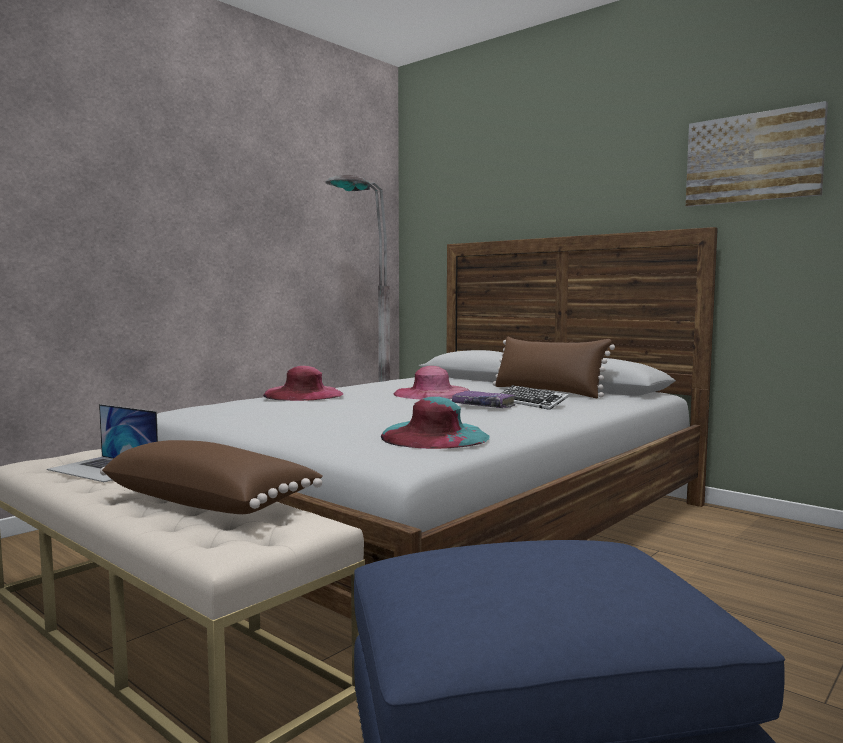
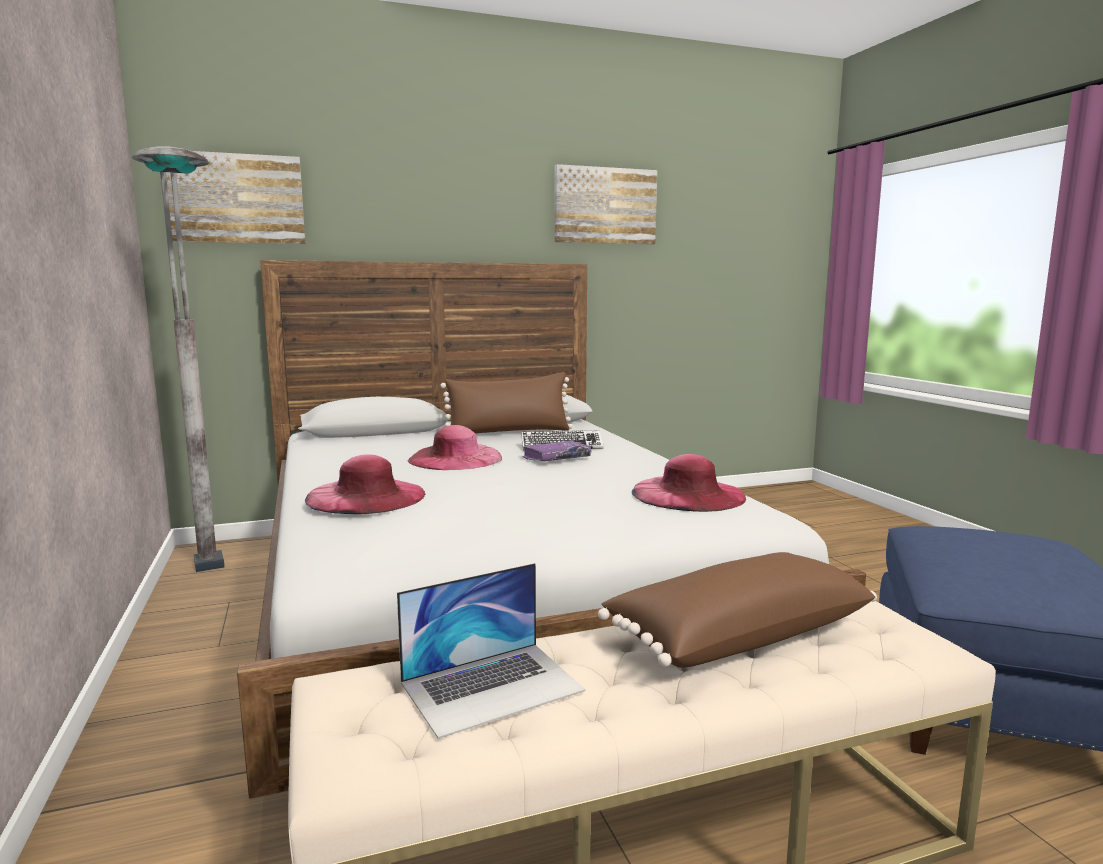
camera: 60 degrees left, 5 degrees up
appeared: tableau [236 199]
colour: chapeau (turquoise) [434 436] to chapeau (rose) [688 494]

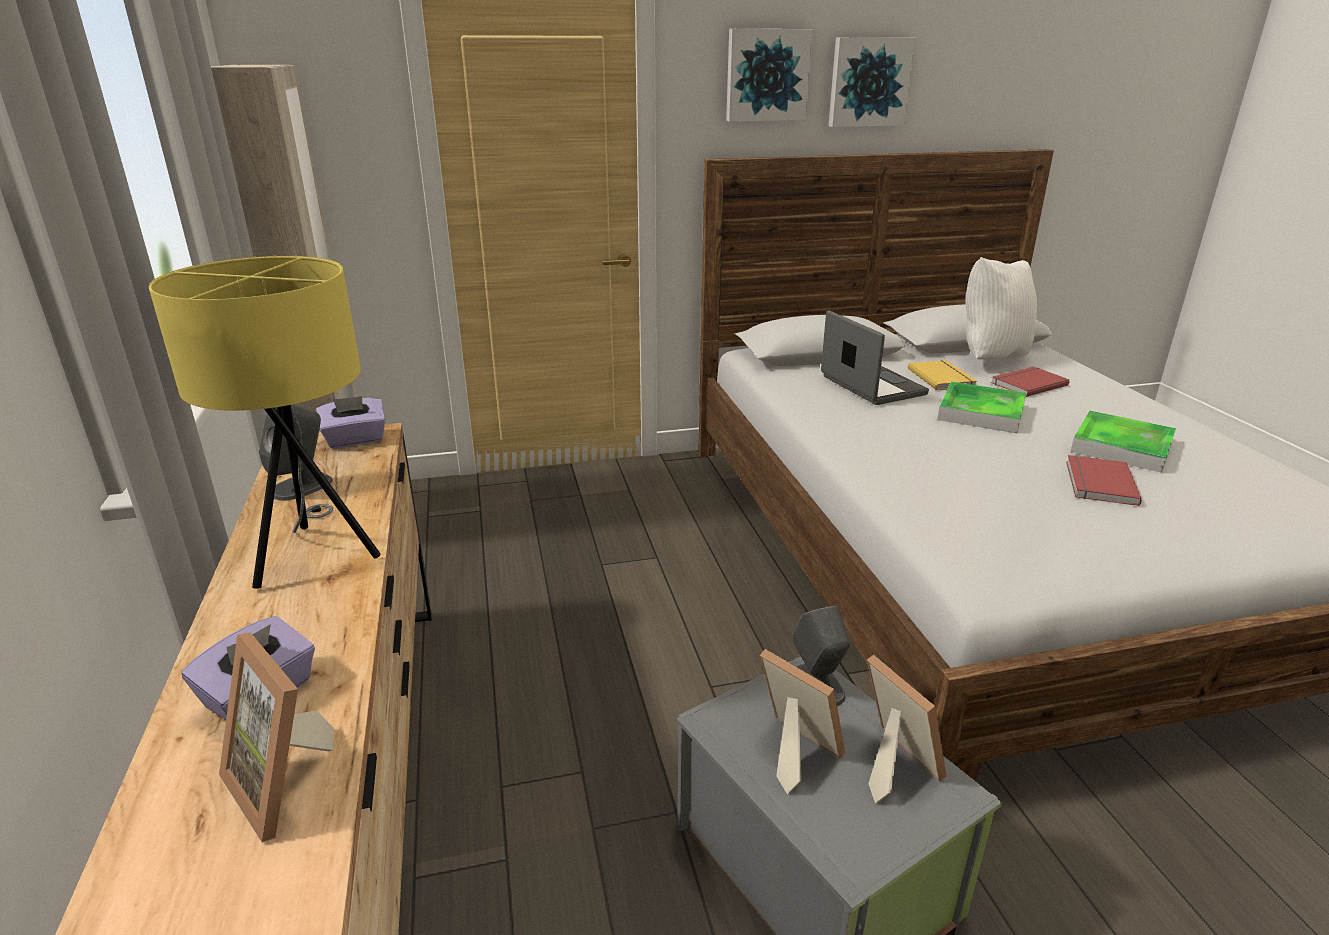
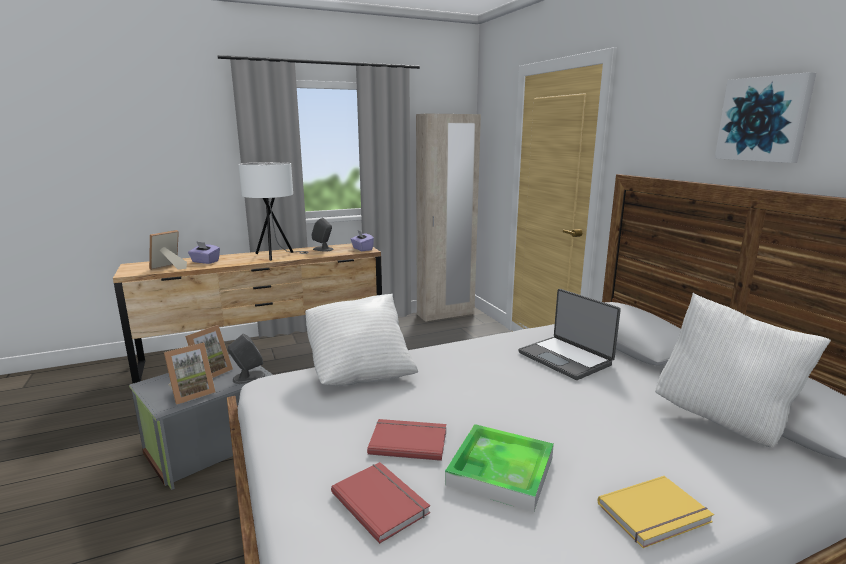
camera: 80 degrees right, 10 degrees down
missing: tableau [766 75]; plateau [981 412]
appeared: coussin (blanc) [360 371]
relocated: livre (jaune) [942 377] to [656 515]; livre (rouge) [1027 383] to [381 501]
colour: lampe de table (jaune) [315 554] to lampe de table (blanc) [275 256]
spun: ordinateur portable [871 386] = [566 358] 90 degrees clockwise

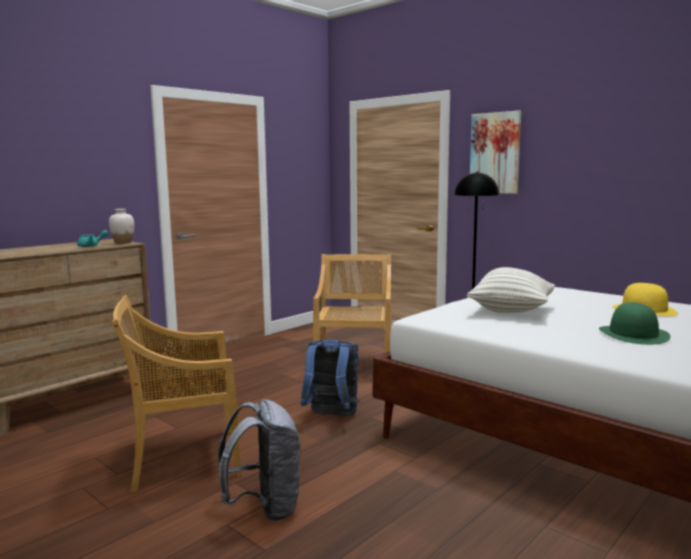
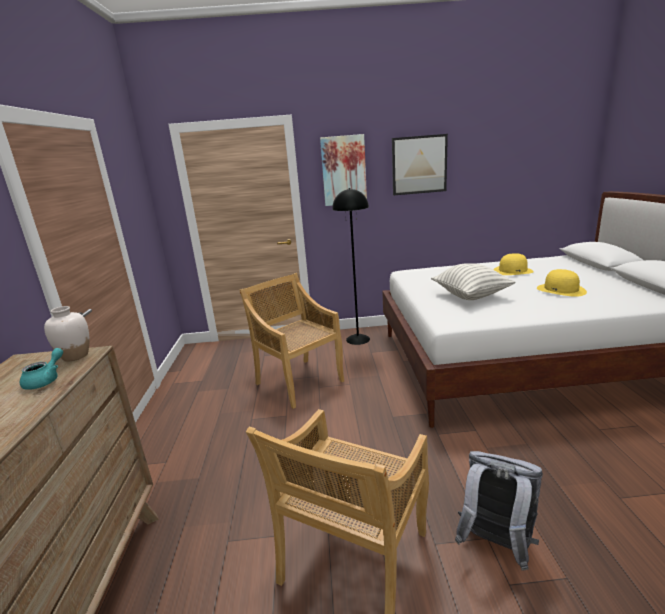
camera: 45 degrees left, 10 degrees up
missing: sac à dos (bleu) [331 416]
appeared: tableau [419 165]
colour: chapeau (vert) [633 334] to chapeau (jaune) [561 290]

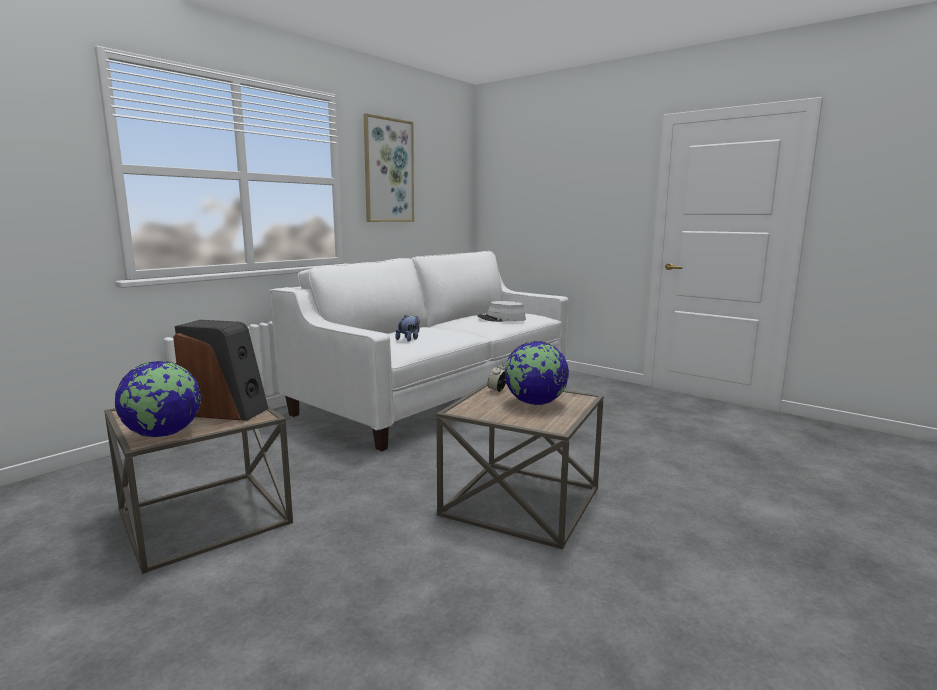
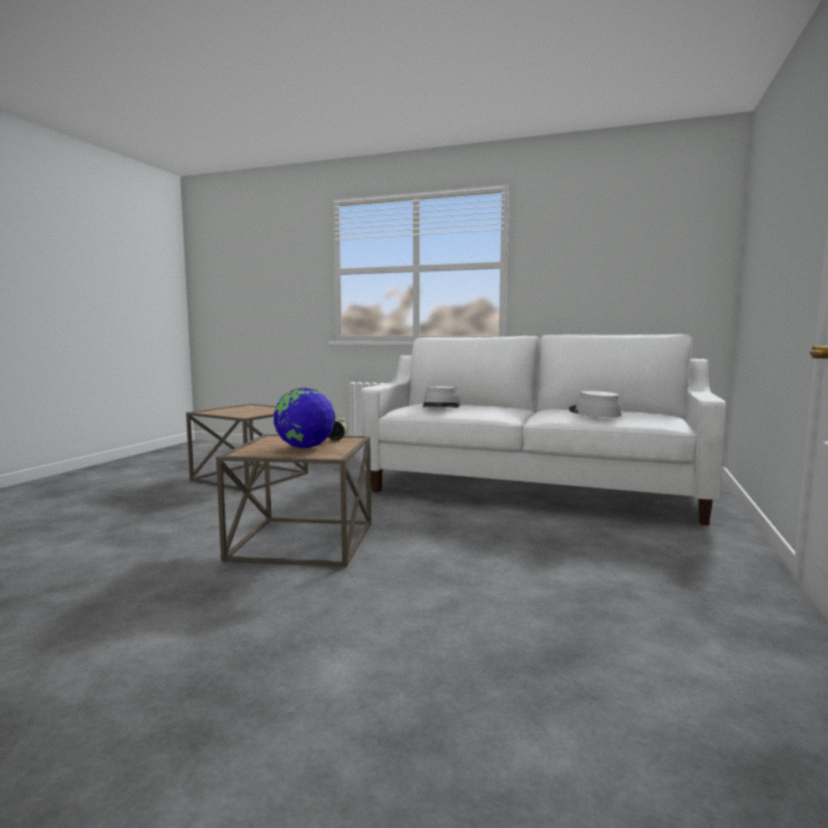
camera: 70 degrees right, 5 degrees down
missing: globe [163 434]; enceinte [226 411]; tableau [388 171]
exchanged: peluche [409 339] to chapeau (gris) [441 406]

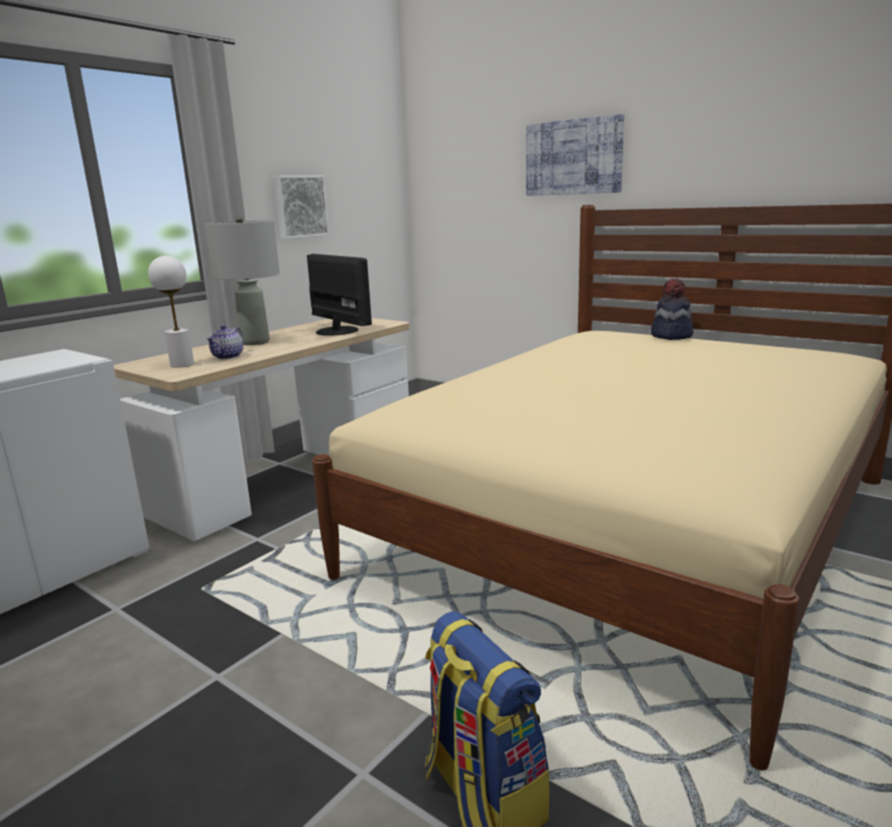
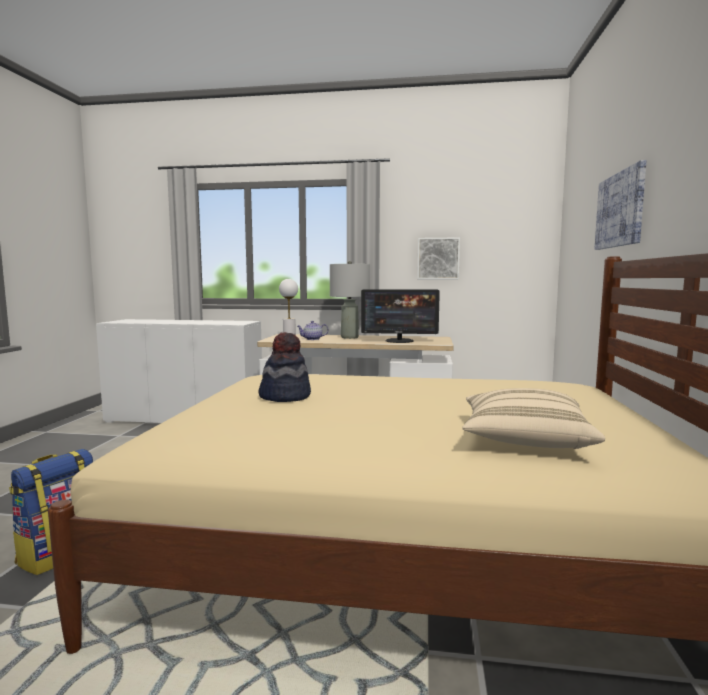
camera: 60 degrees right, 10 degrees down
appeared: coussin (beige) [524 440]
relocated: chapeau [670 336] to [285 396]
spun: écran d'ordinateur [338 331] = [399 341] 75 degrees clockwise

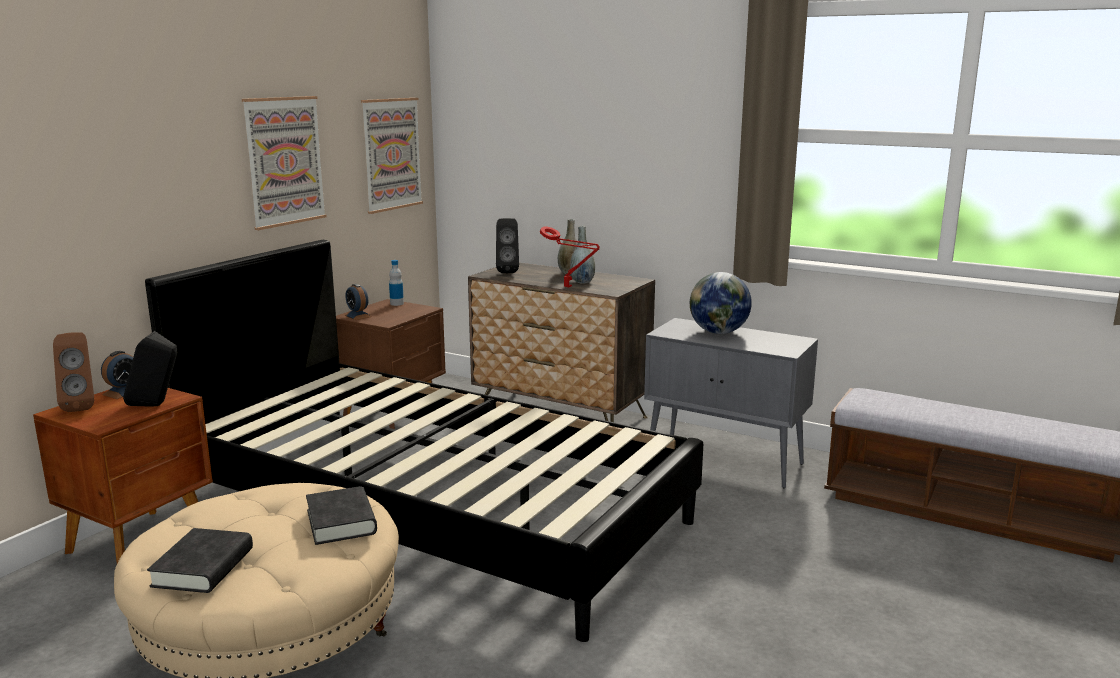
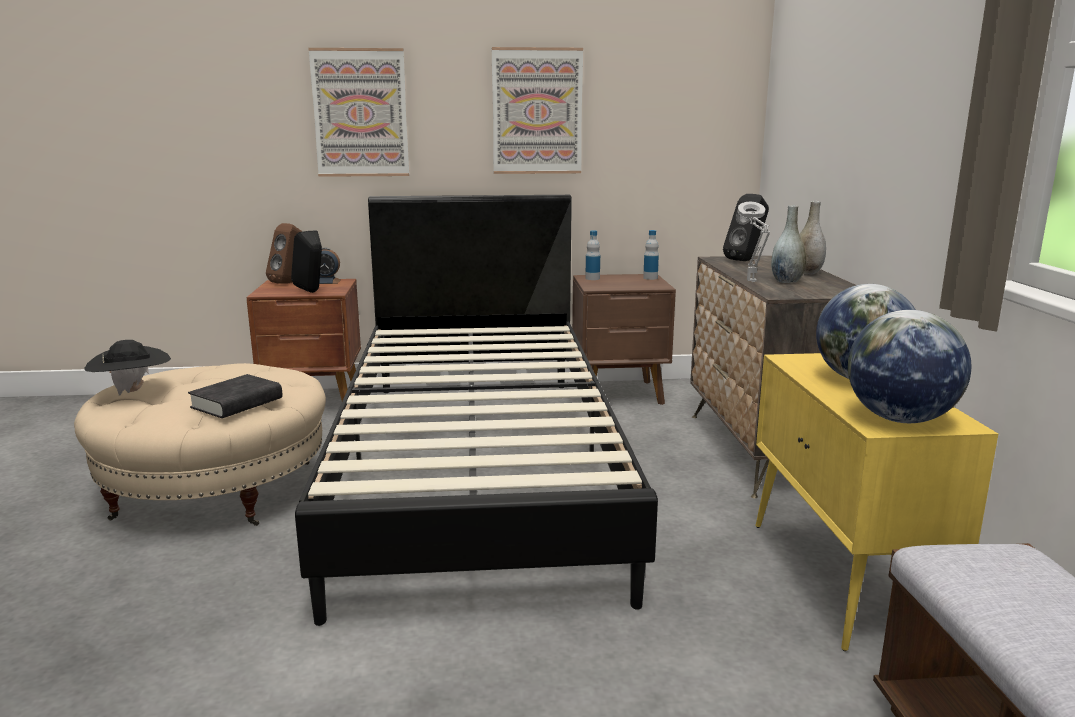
camera: 55 degrees right, 0 degrees up
appeared: globe [899 419]
relocated: tableau [391 154] to [360 113]
exchanged: livre (noir) [203 568] to chapeau (noir) [133 392]; réveil [358 316] to bouteille [592 278]
colour: lampe de table (rouge) [569 287] to lampe de table (gris) [752 282]; meuble de rangement (gris) [725 460] to meuble de rangement (jaune) [842 579]

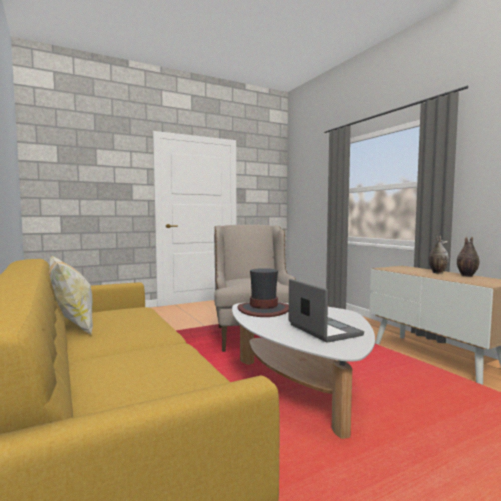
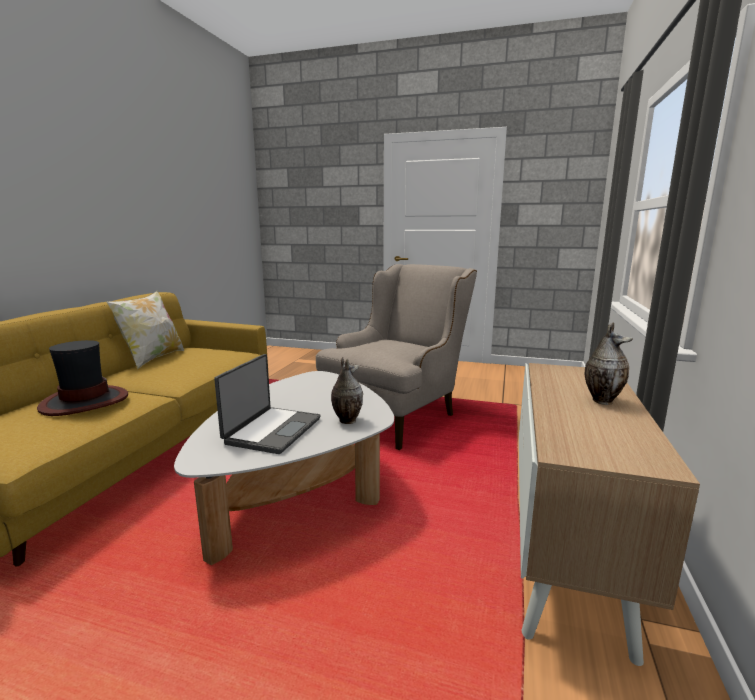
camera: 45 degrees right, 10 degrees up
relocated: chapeau [263 310] to [84 401]; vase [466 276] to [346 420]

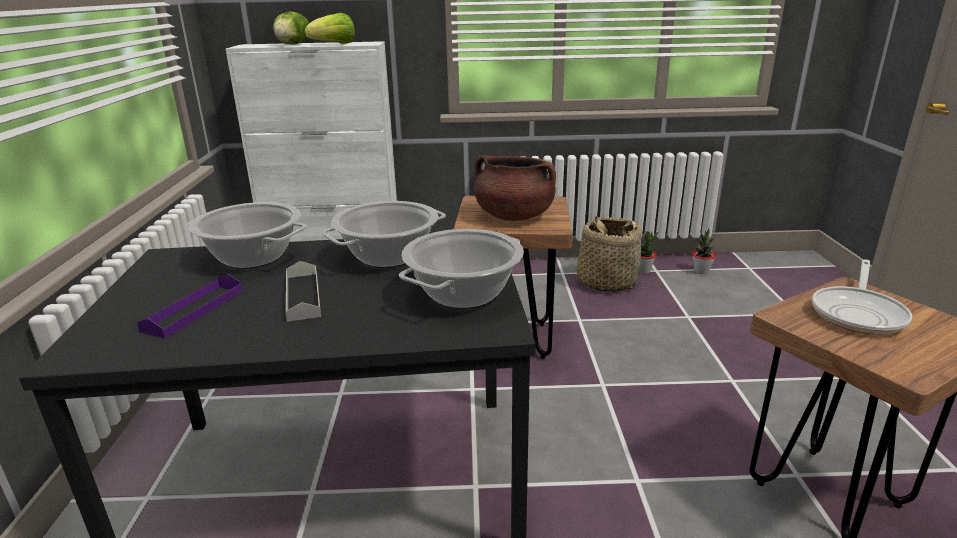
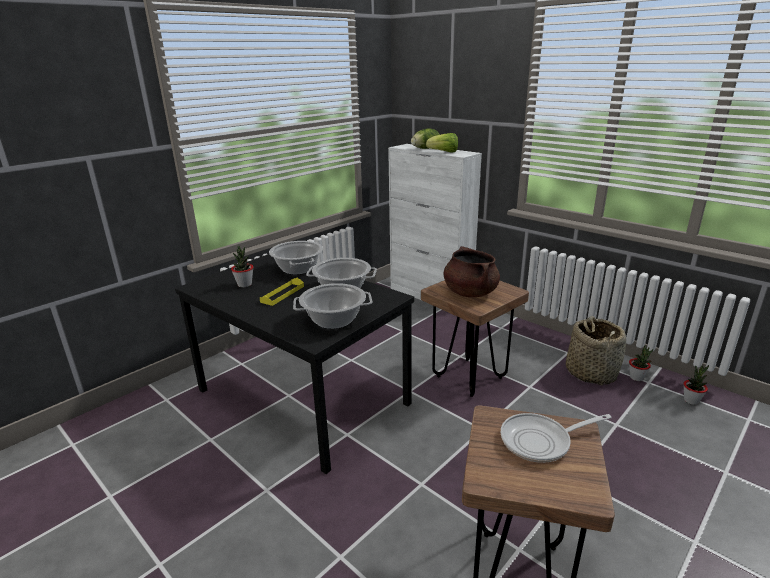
camera: 45 degrees right, 0 degrees up
exchanged: plateau (violet) [194 310] to plante en pot [244 284]
colour: plateau (gris) [303 296] to plateau (jaune) [282 294]

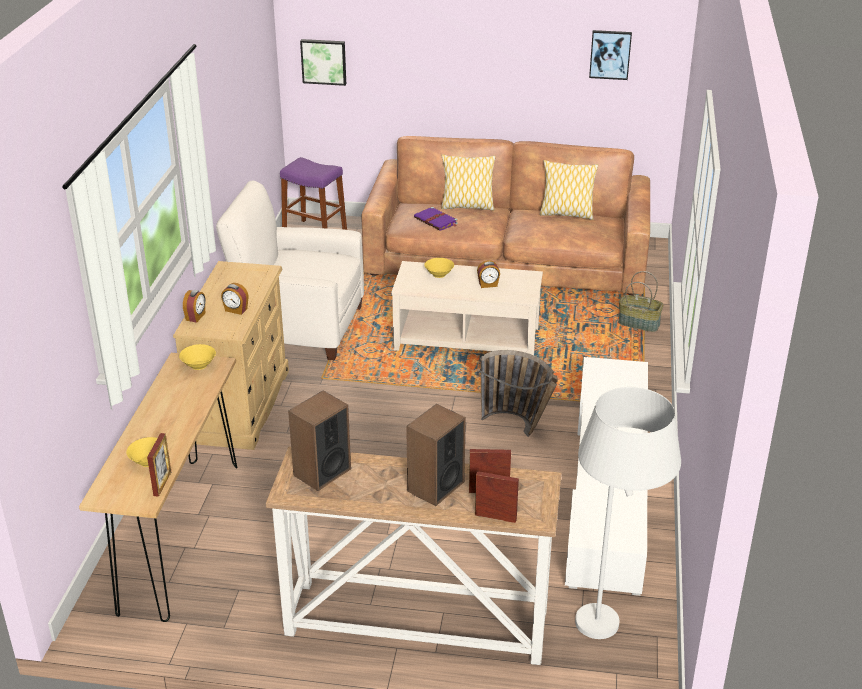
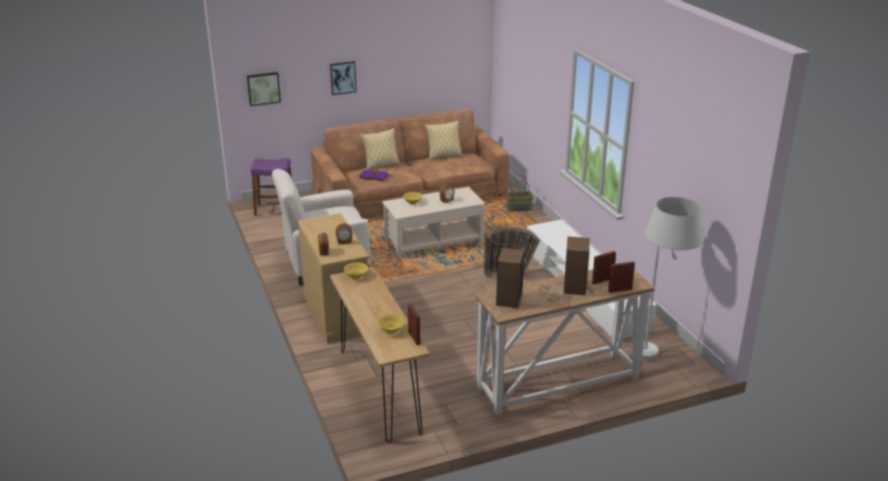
camera: 30 degrees left, 5 degrees down
relocated: tableau [610 54] to [343 77]

